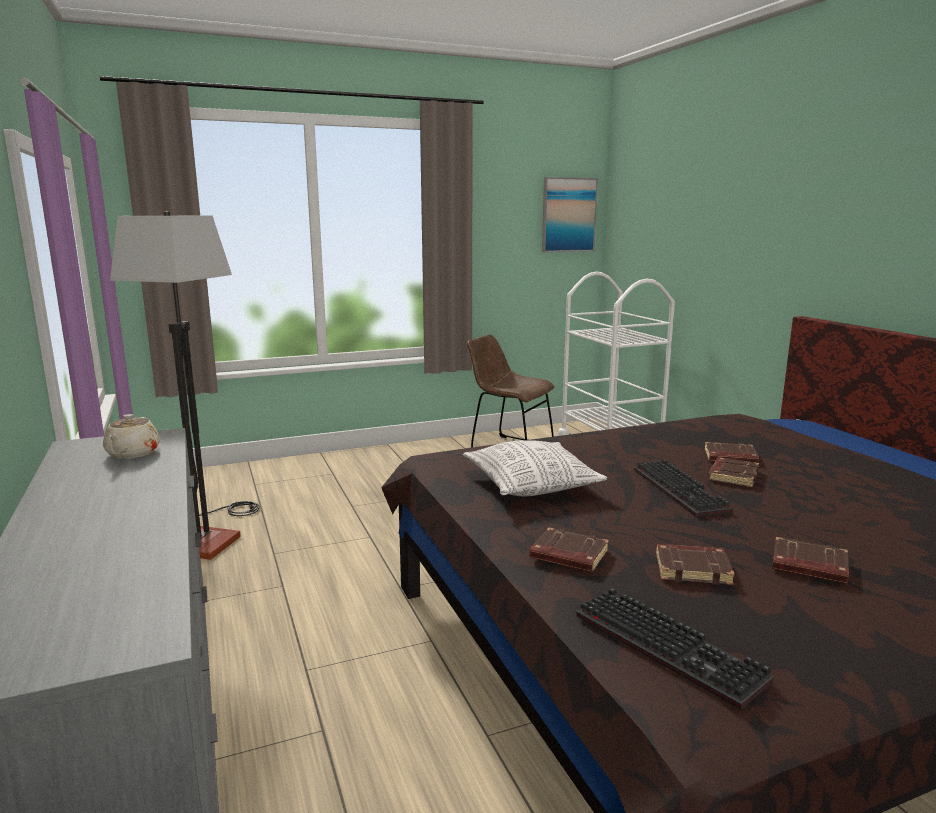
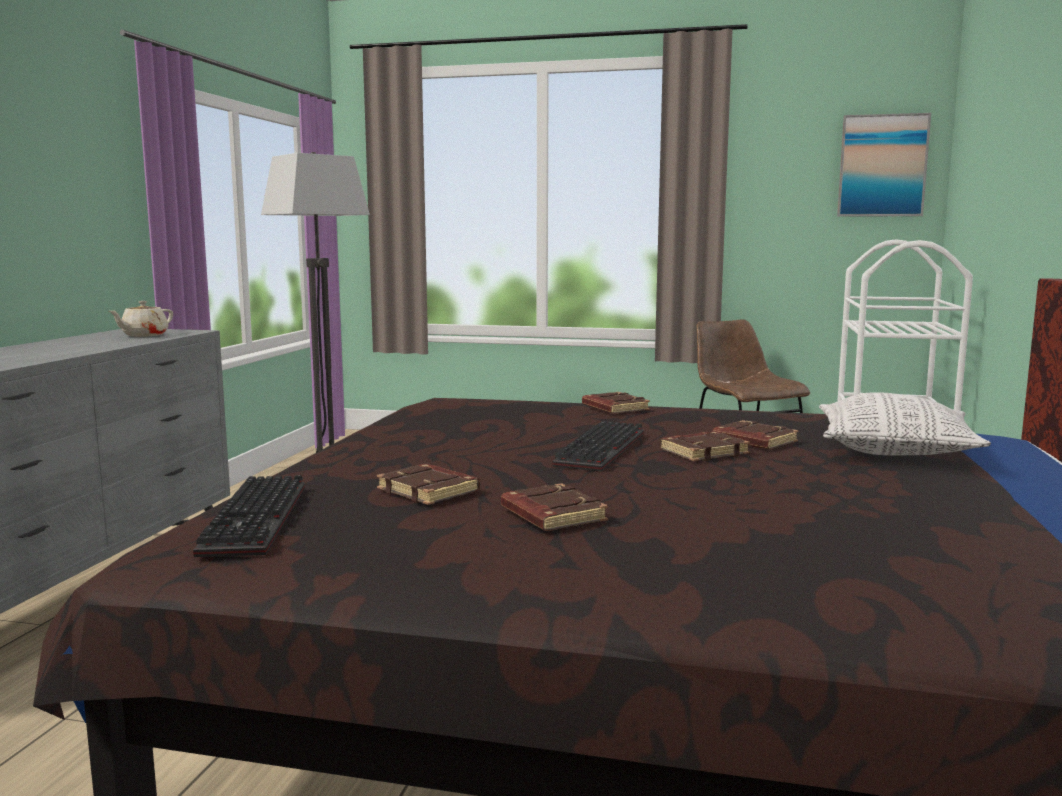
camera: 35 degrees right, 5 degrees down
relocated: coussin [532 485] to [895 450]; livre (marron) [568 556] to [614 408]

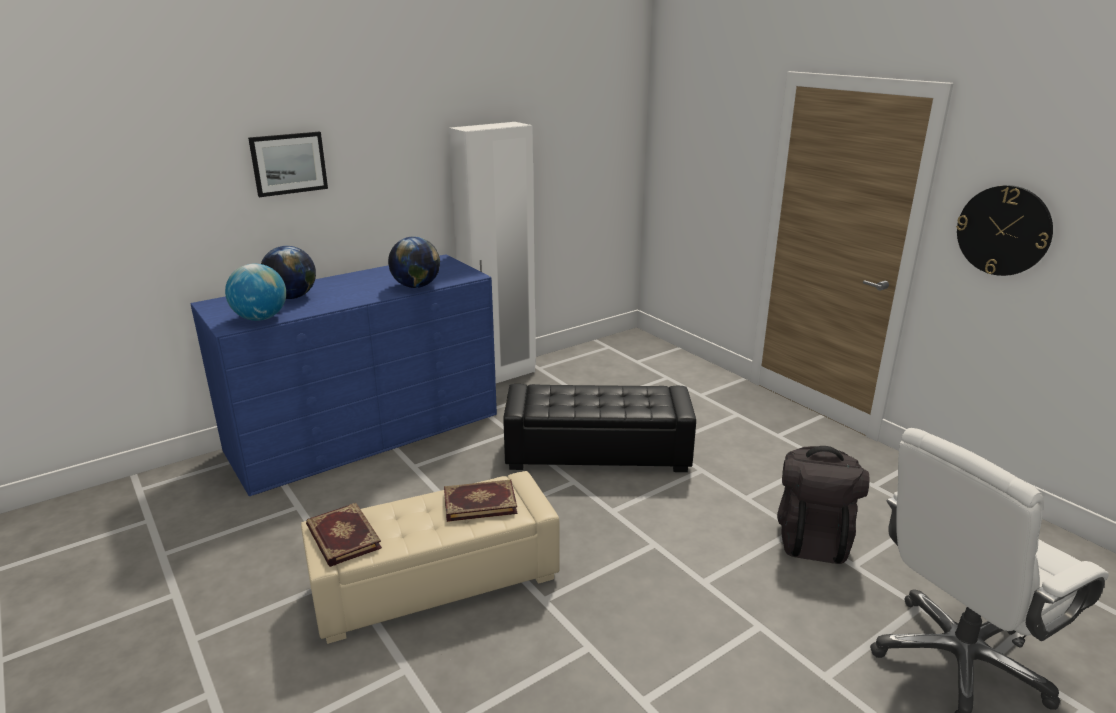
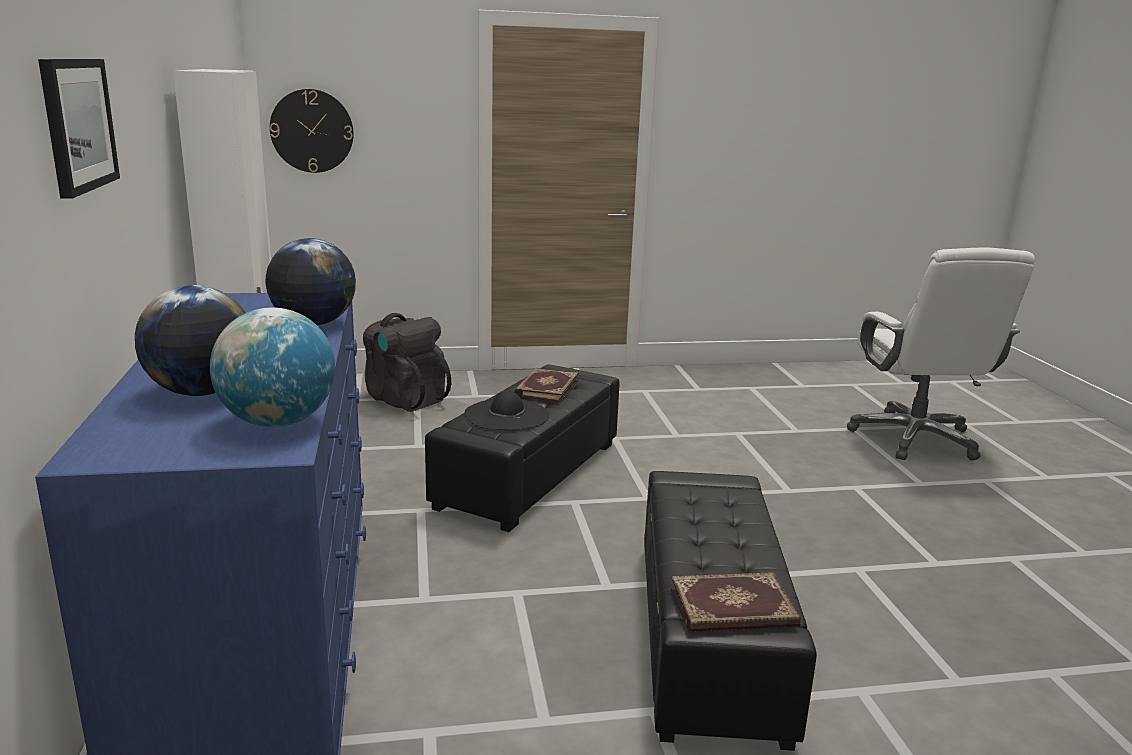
camera: 65 degrees left, 5 degrees down
appeared: chapeau (noir) [506 414]
relocated: livre [480 502] to [546 388]; sac à dos (noir) [812 537] to [404 399]; horloge murale [1003 230] to [312 131]
colour: pouf (beige) [436 581] to pouf (noir) [708 636]

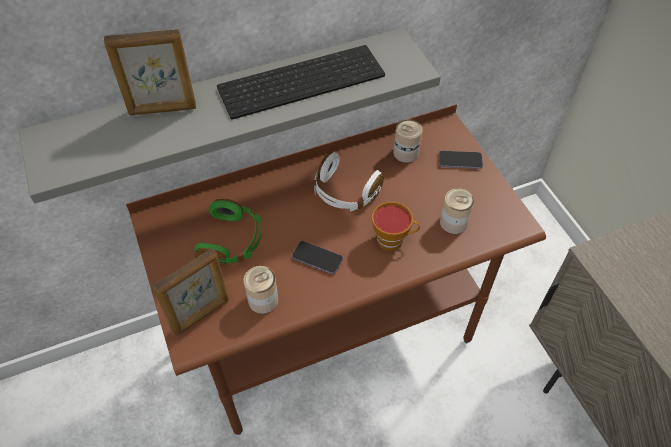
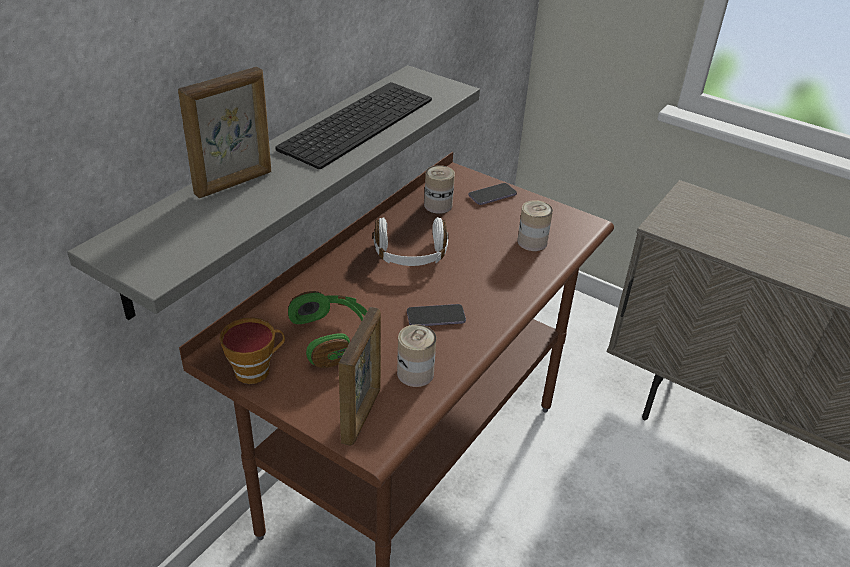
camera: 35 degrees left, 15 degrees down
relocated: tasse [393 240] to [256 370]

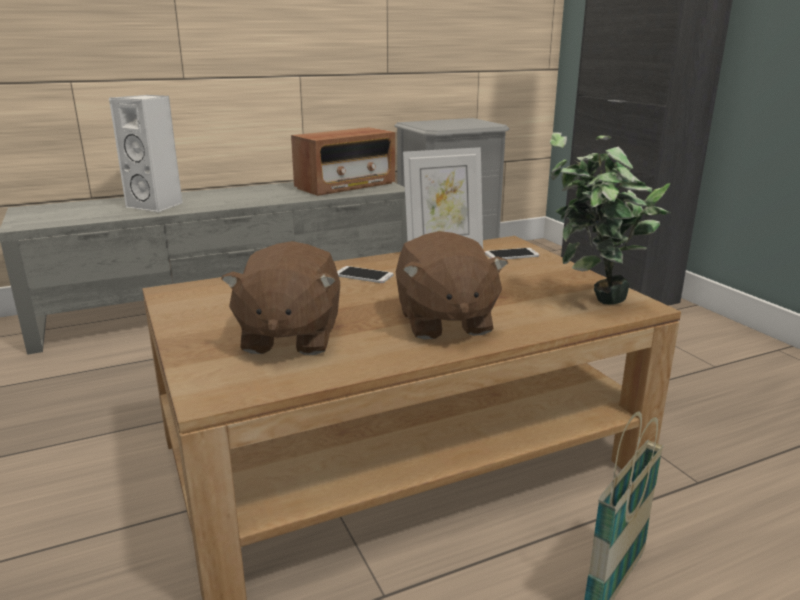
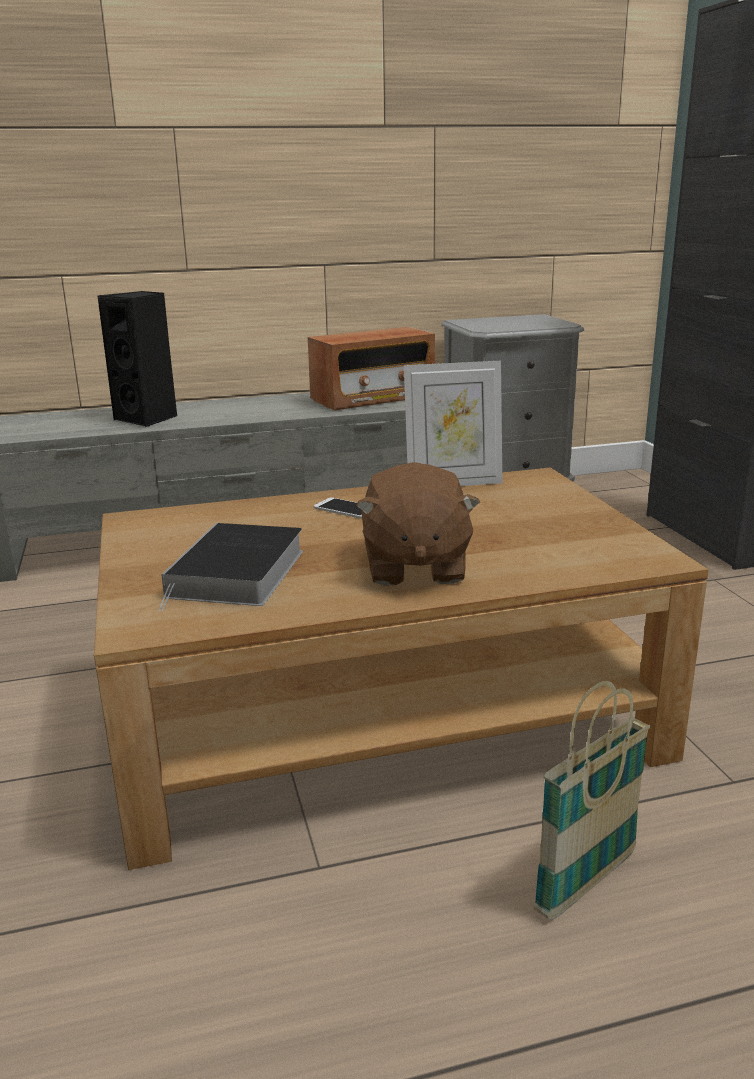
camera: 10 degrees right, 0 degrees up
missing: téléphone [511 255]; plante en pot [591 303]
exchanged: peluche (marron) [289 337] to livre [237 575]
colour: enceinte (blanc) [157 206] to enceinte (noir) [148 419]

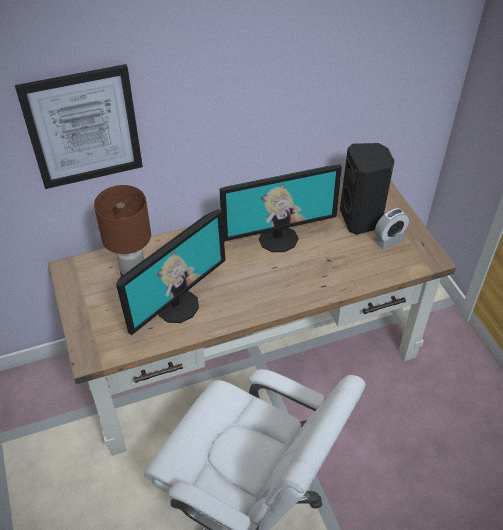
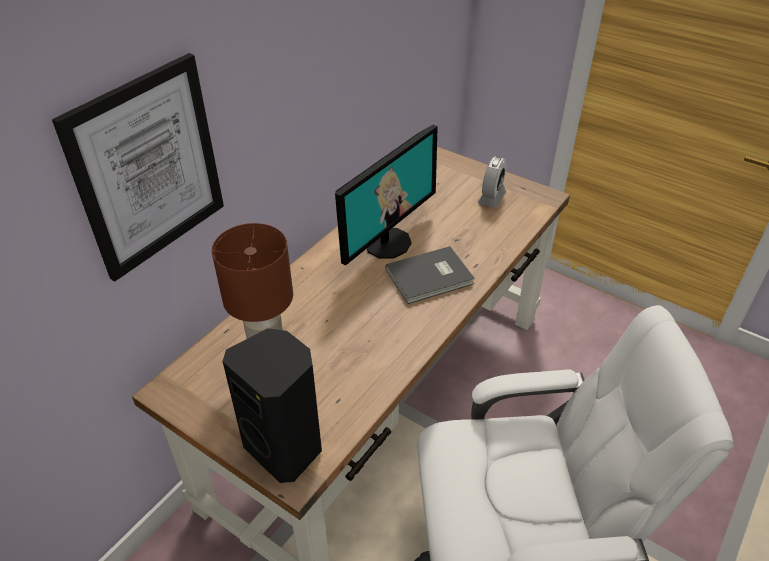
camera: 35 degrees left, 5 degrees down
missing: écran d'ordinateur [177 306]
appeared: livre (gris) [431 277]
relocated: enceinte (noir) [361 219] to [286 447]

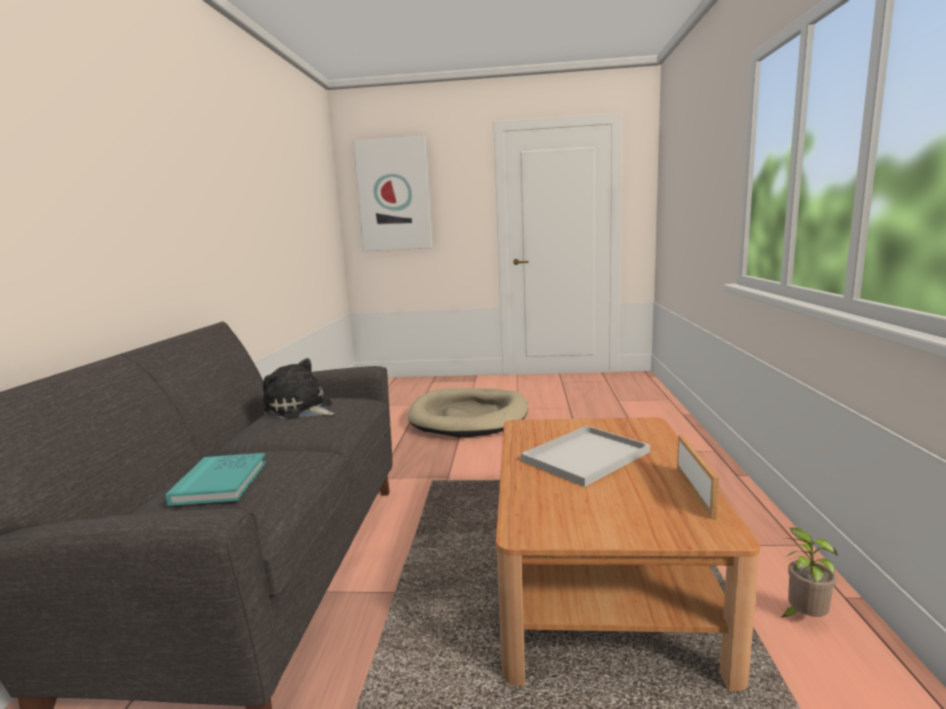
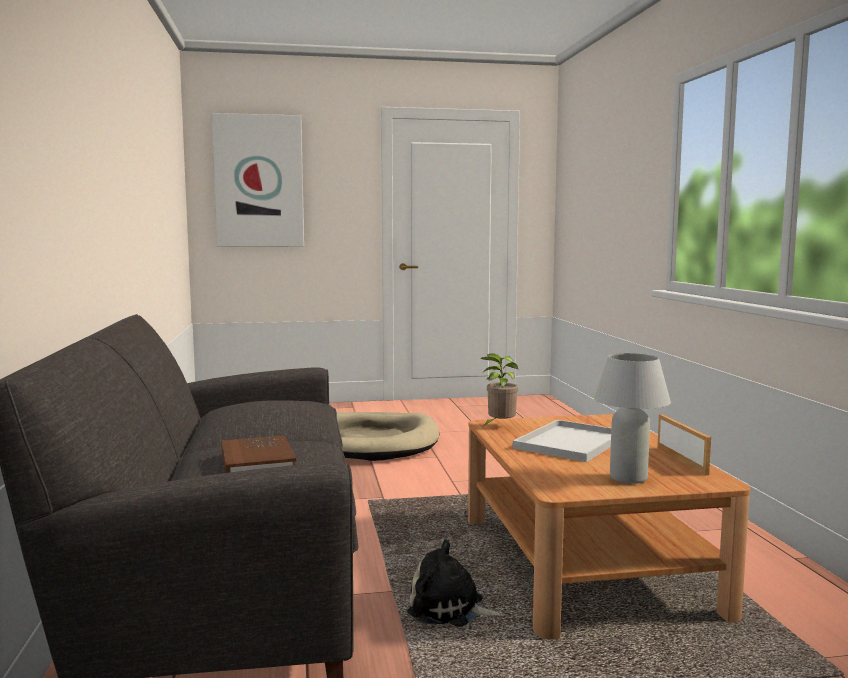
camera: 15 degrees left, 5 degrees down
appeared: lampe de table (blanc) [628 478]
relocated: peluche [300 409] to [450 610]; plante en pot [803 617] to [499 426]
colour: livre (turquoise) [220 482] to livre (marron) [257 460]

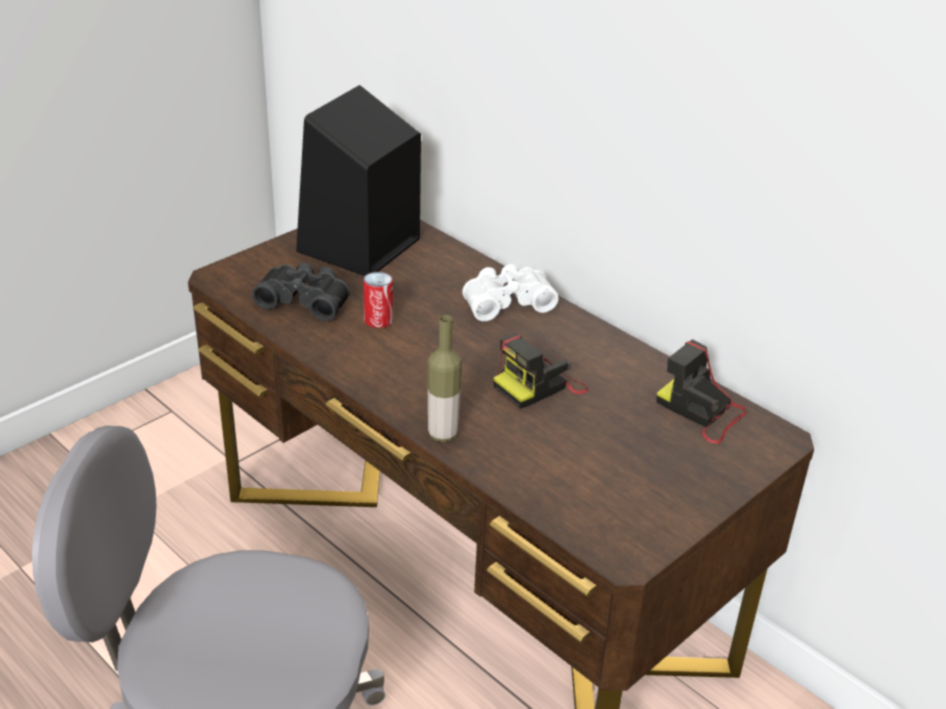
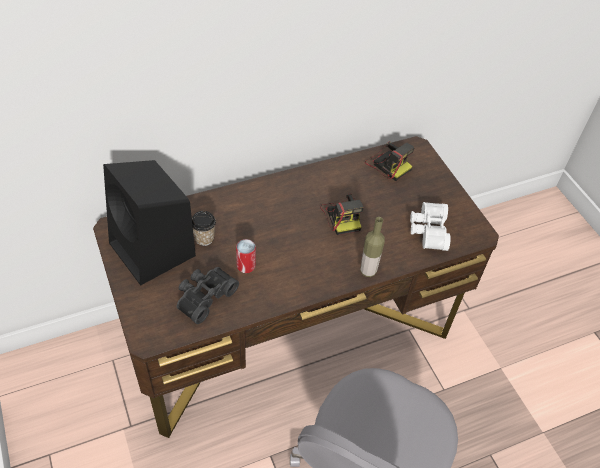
camera: 70 degrees left, 15 degrees up
appeared: tasse [204 238]
relocated: jumelles (blanc) [506 301] to [427 230]
spun: appareil photo [701 412] = [388 164] 105 degrees counterclockwise

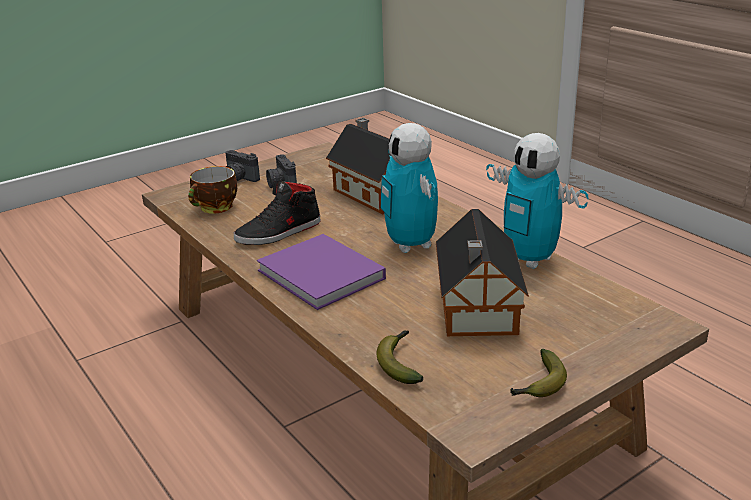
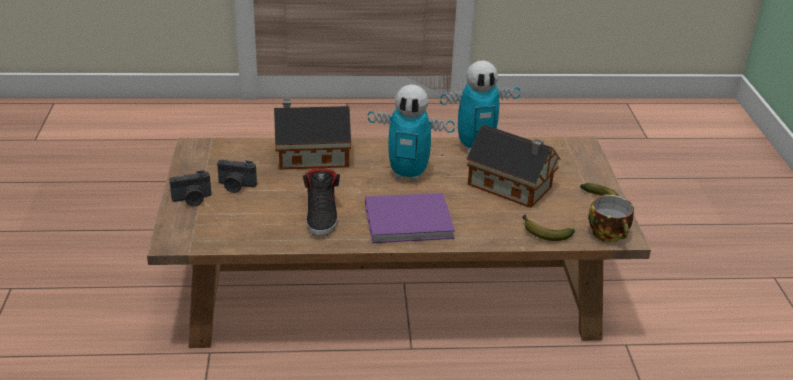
camera: 60 degrees left, 5 degrees up
relocated: tasse [215 208] to [609 235]

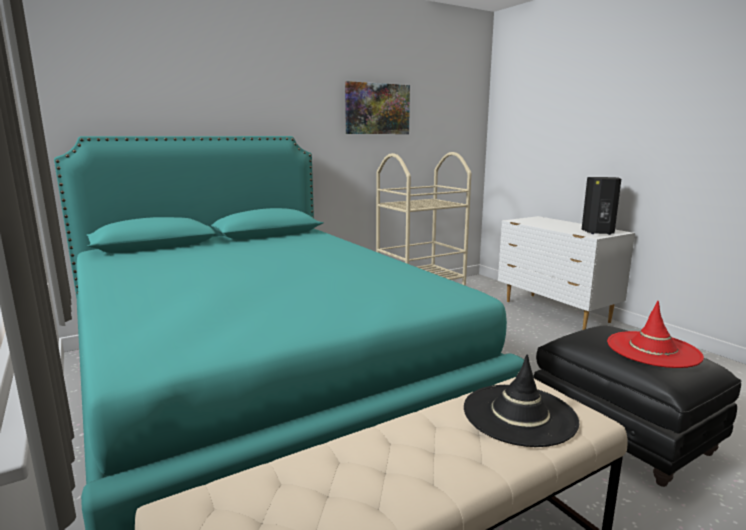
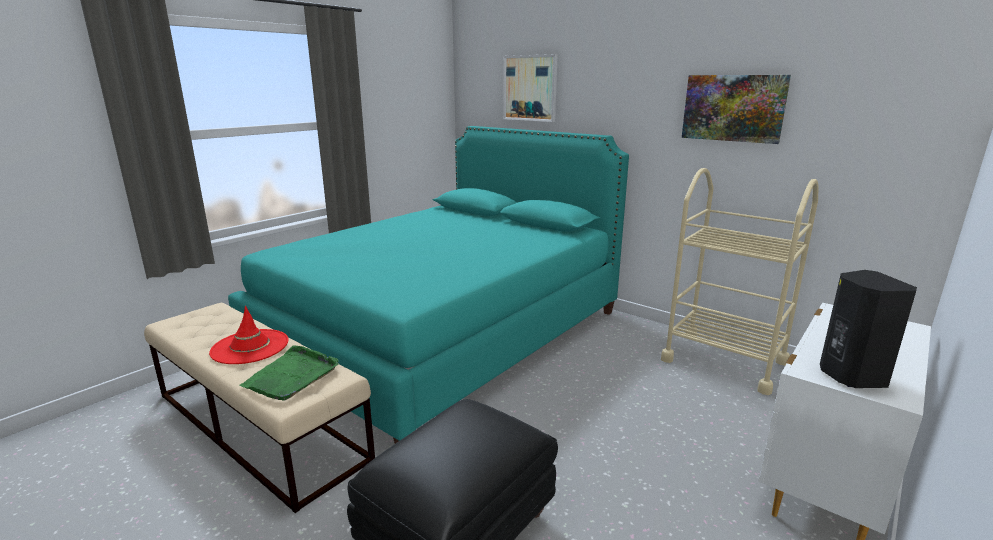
camera: 70 degrees right, 5 degrees up
appeared: tableau [530 88]
relocated: chapeau (rouge) [653 350] to [250 347]
exchanged: chapeau (noir) [519 414] to plateau (vert) [292 376]

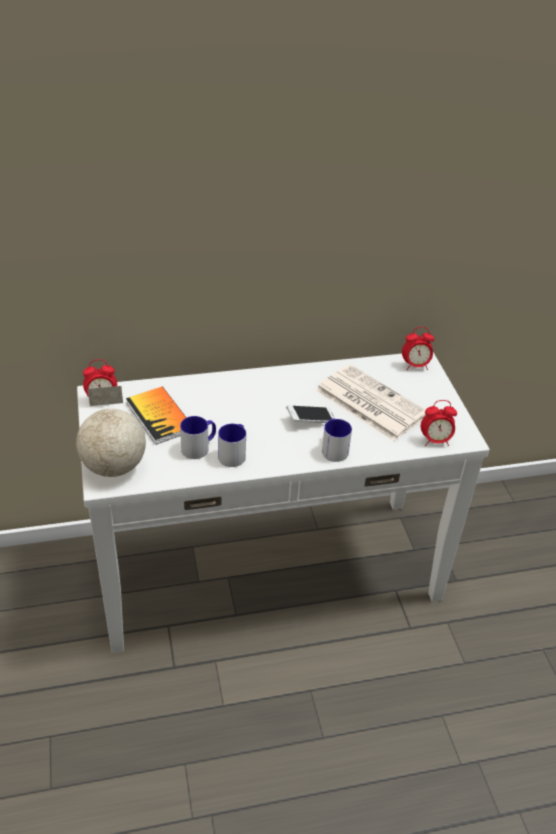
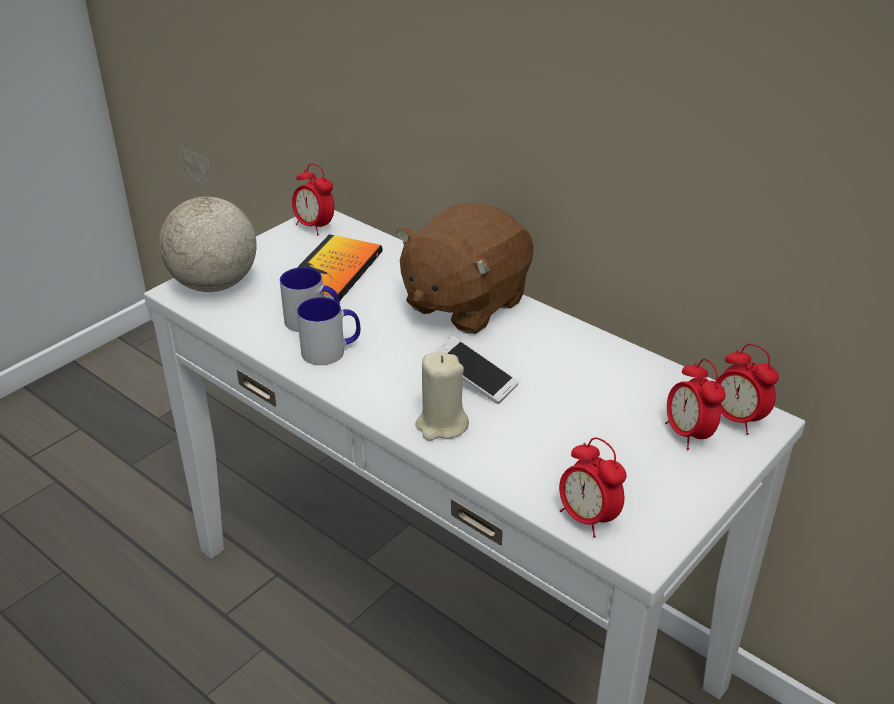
camera: 55 degrees right, 5 degrees down
missing: journal [368 402]
appeared: peluche (marron) [464 303]; réveil [688 434]
exchanged: mug [333 448] to bougie (beige) [441 425]

